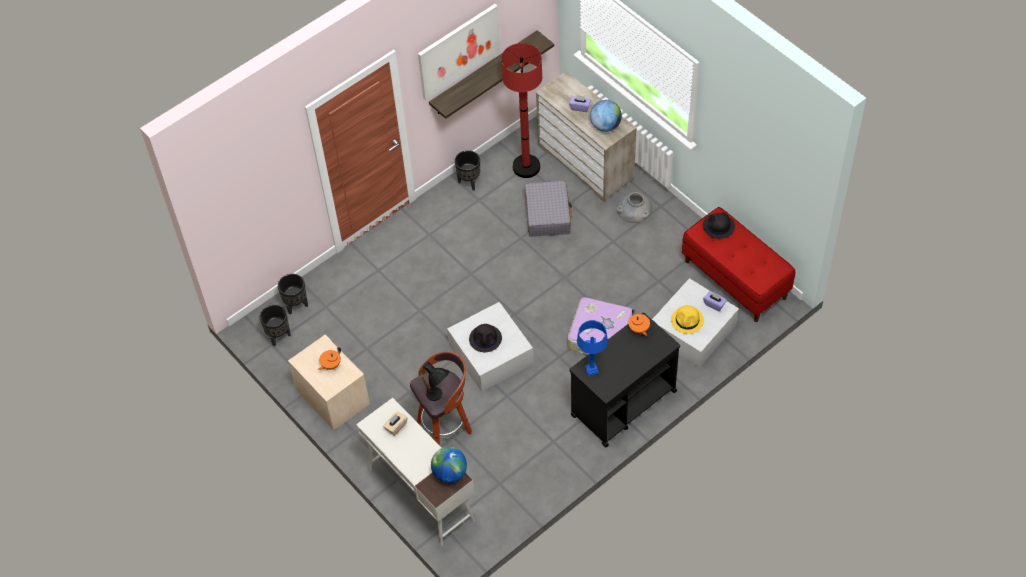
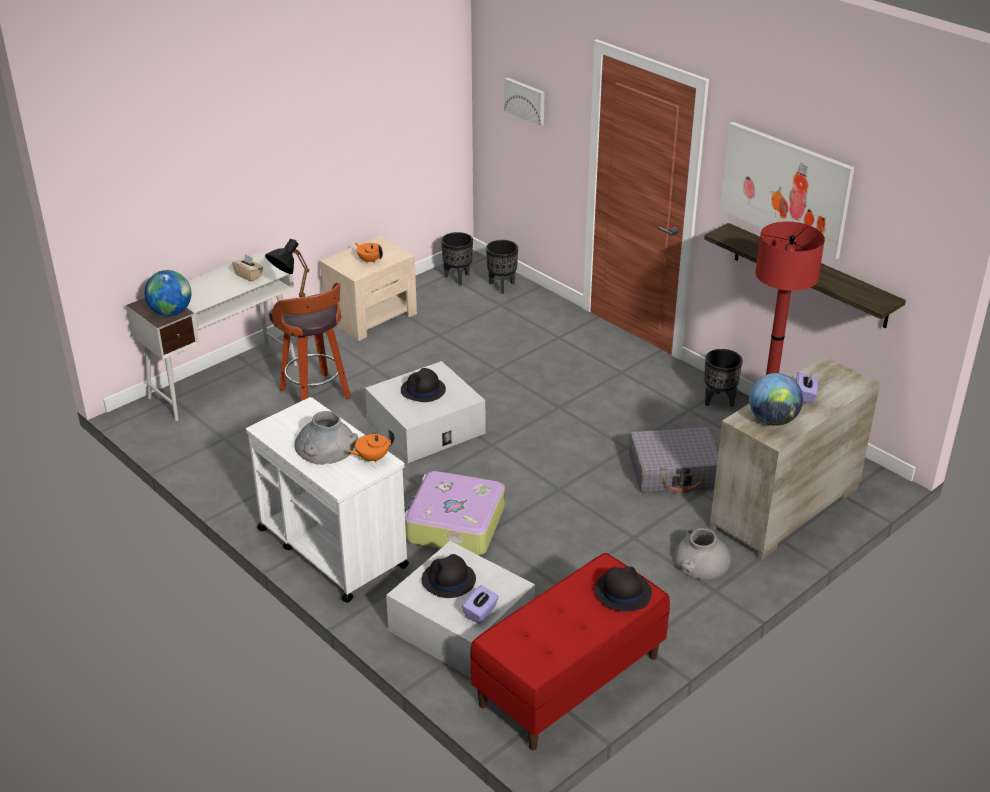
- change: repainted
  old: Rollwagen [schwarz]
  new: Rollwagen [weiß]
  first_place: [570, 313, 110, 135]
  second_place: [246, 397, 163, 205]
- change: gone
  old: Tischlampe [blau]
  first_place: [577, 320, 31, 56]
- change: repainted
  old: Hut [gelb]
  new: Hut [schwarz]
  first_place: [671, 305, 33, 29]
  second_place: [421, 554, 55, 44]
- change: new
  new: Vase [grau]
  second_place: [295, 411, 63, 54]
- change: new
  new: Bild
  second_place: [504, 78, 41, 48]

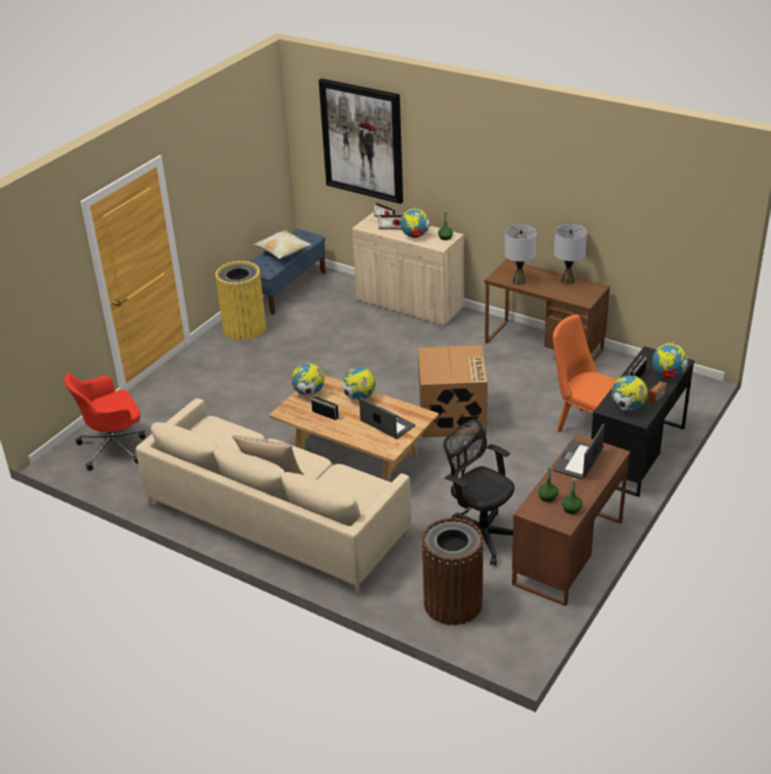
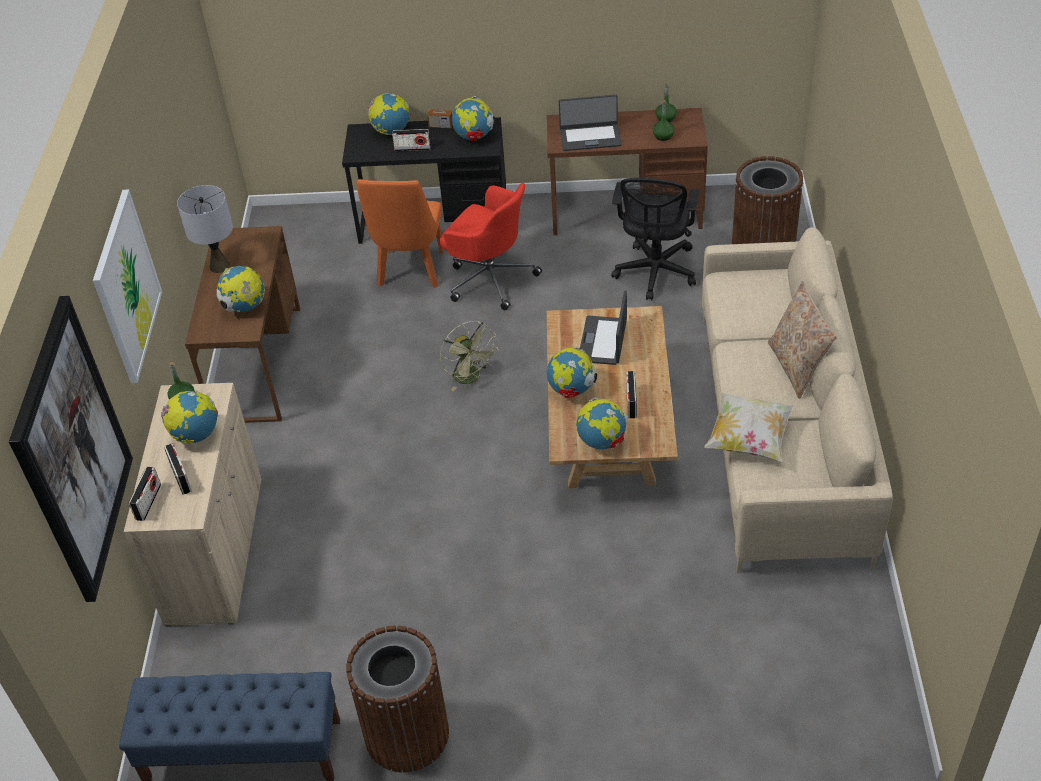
- change: shifted
  old: Bürostuhl [rot]
  first_place: [64, 373, 81, 98]
  second_place: [440, 183, 102, 127]
- change: repainted
  old: Mülleimer [gelb]
  new: Mülleimer [braun]
  first_place: [215, 261, 51, 80]
  second_place: [346, 625, 103, 148]
- change: shifted
  old: Kissen
  first_place: [254, 230, 57, 29]
  second_place: [704, 392, 90, 70]
- change: swapped
  old: Karton
  new: Ventilator [grün]
  first_place: [418, 345, 70, 93]
  second_place: [440, 321, 59, 70]
- change: swapped
  old: Tischlampe [grau]
  new: Globus
  first_place: [505, 224, 32, 61]
  second_place: [216, 266, 49, 46]
- change: new
  new: Bild
  second_place: [93, 189, 69, 194]

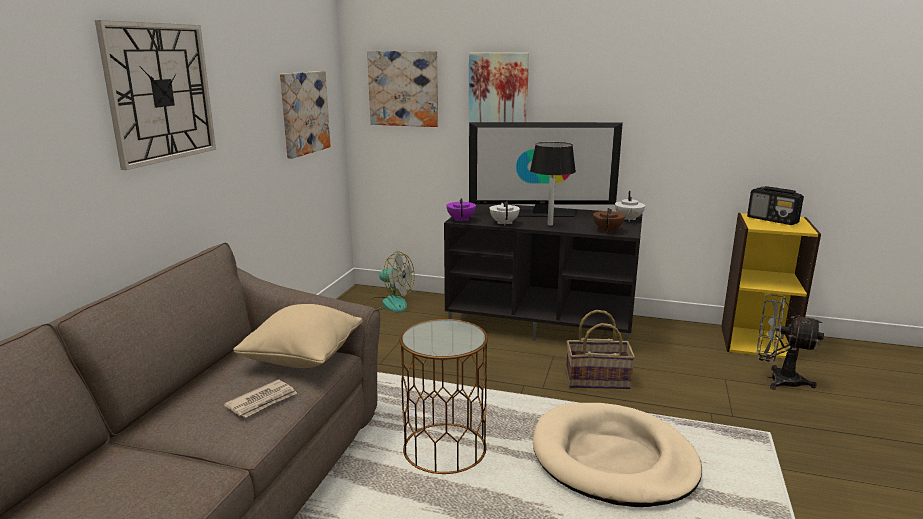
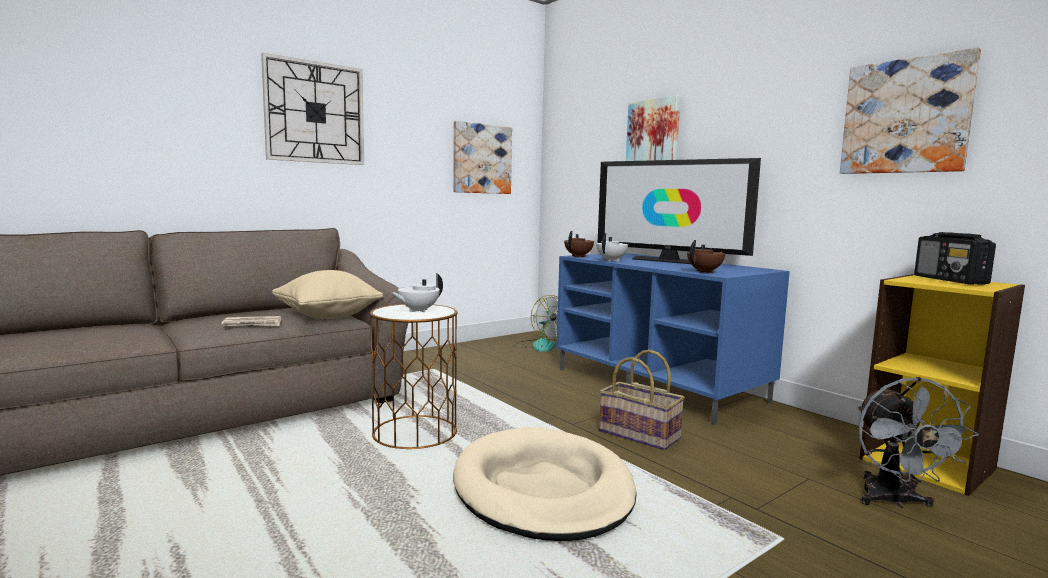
- change: shifted
  old: Bild
  first_place: [367, 51, 71, 76]
  second_place: [840, 47, 141, 127]
- change: repainted
  old: Fernsehschrank [schwarz]
  new: Fernsehschrank [blau]
  first_place: [444, 204, 198, 137]
  second_place: [556, 253, 234, 172]
- change: repainted
  old: Teekanne [lila]
  new: Teekanne [braun]
  first_place: [446, 198, 30, 24]
  second_place: [564, 231, 30, 26]
- change: gone
  old: Tischlampe [schwarz]
  first_place: [530, 142, 46, 84]
- change: shifted
  old: Teekanne [weiß]
  first_place: [615, 191, 30, 31]
  second_place: [390, 273, 53, 39]
- change: rotated
  old: Ventilator [grau]
  first_place: [756, 294, 68, 96]
  second_place: [858, 377, 121, 132]
  degrees: -150

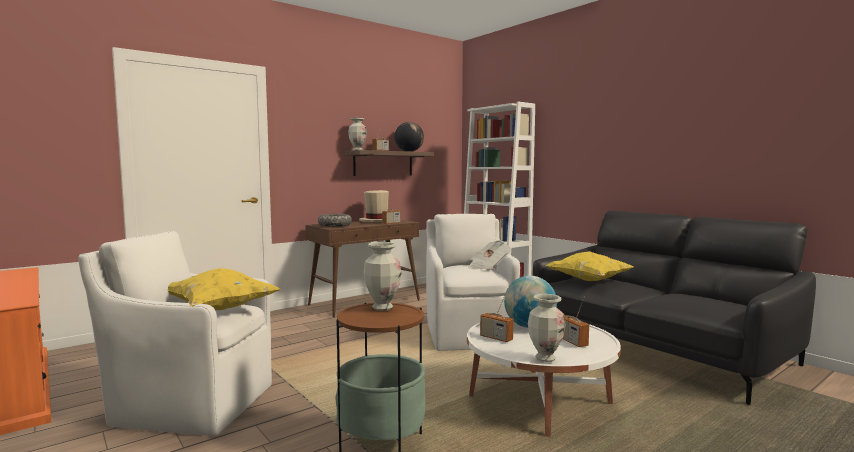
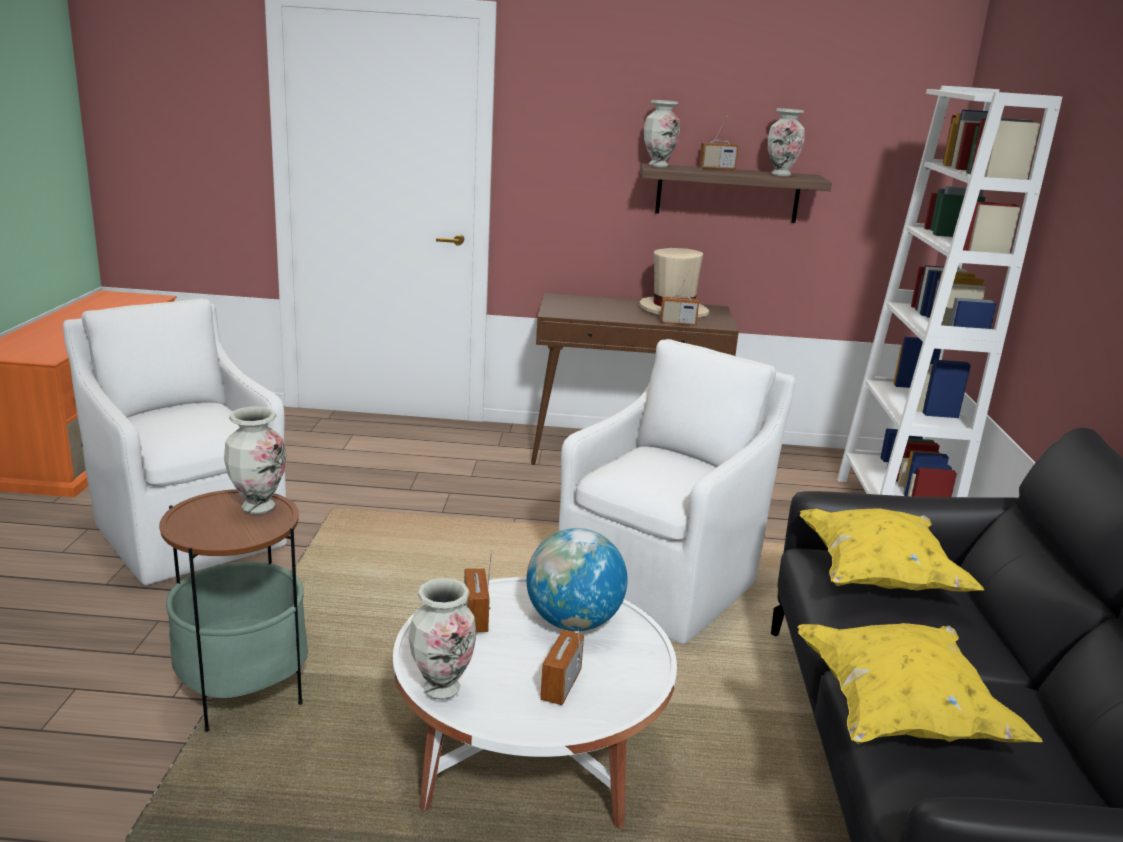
- change: shifted
  old: Kissen [gelb]
  first_place: [168, 268, 112, 42]
  second_place: [798, 623, 245, 121]
- change: gone
  old: Schüssel
  first_place: [318, 214, 34, 13]
- change: swapped
  old: Globus
  new: Vase
  first_place: [394, 122, 30, 30]
  second_place: [768, 108, 37, 68]
- change: gone
  old: Zeitung
  first_place: [468, 240, 43, 30]

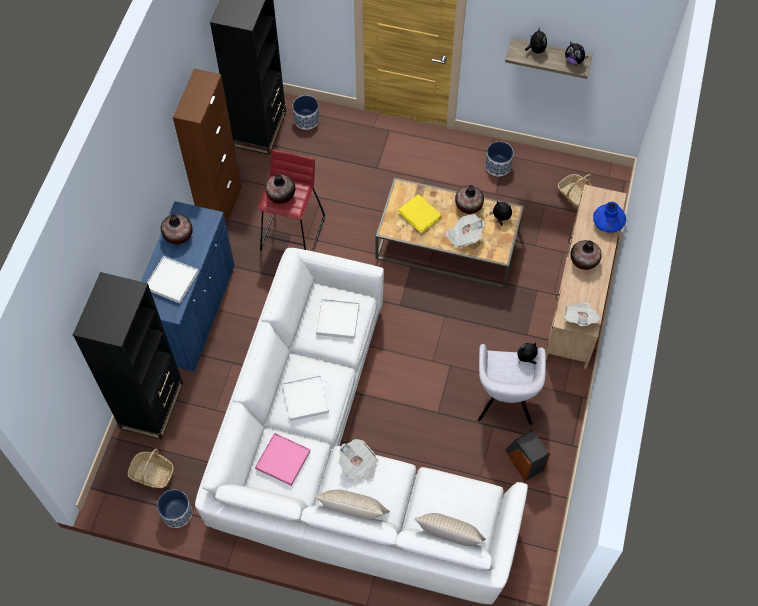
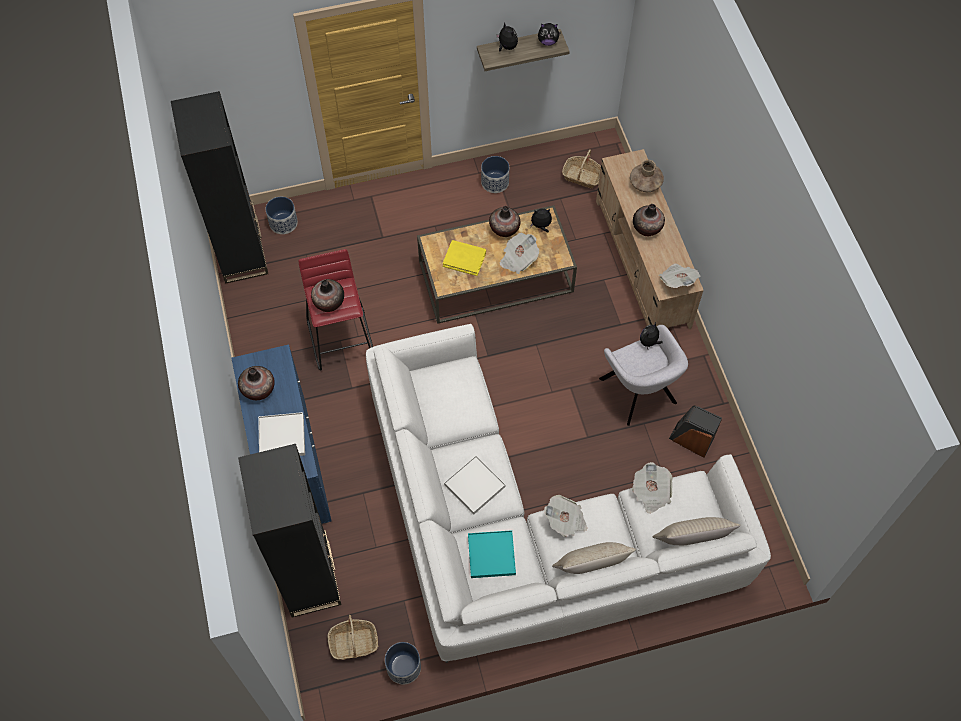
- change: gone
  old: Schrank [braun]
  first_place: [173, 69, 69, 157]
- change: repainted
  old: Tablett [rosa]
  new: Tablett [türkis]
  first_place: [255, 433, 55, 53]
  second_place: [468, 530, 48, 48]
- change: gone
  old: Tablett [weiß]
  first_place: [316, 299, 43, 40]
- change: repainted
  old: Vase [blau]
  new: Vase [braun]
  first_place: [593, 202, 33, 31]
  second_place: [630, 160, 34, 32]
- change: new
  new: Zeitung
  second_place: [632, 462, 41, 52]

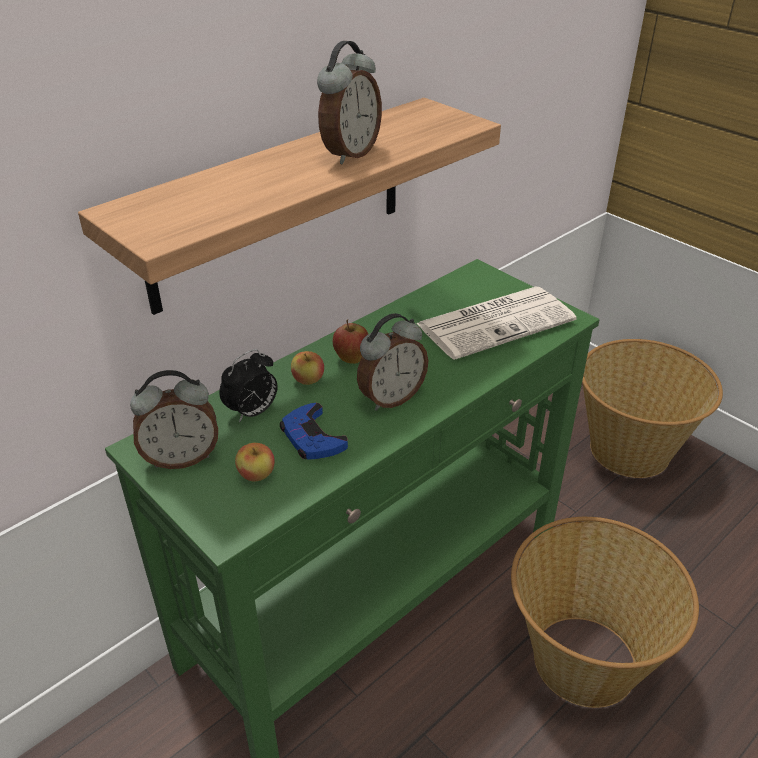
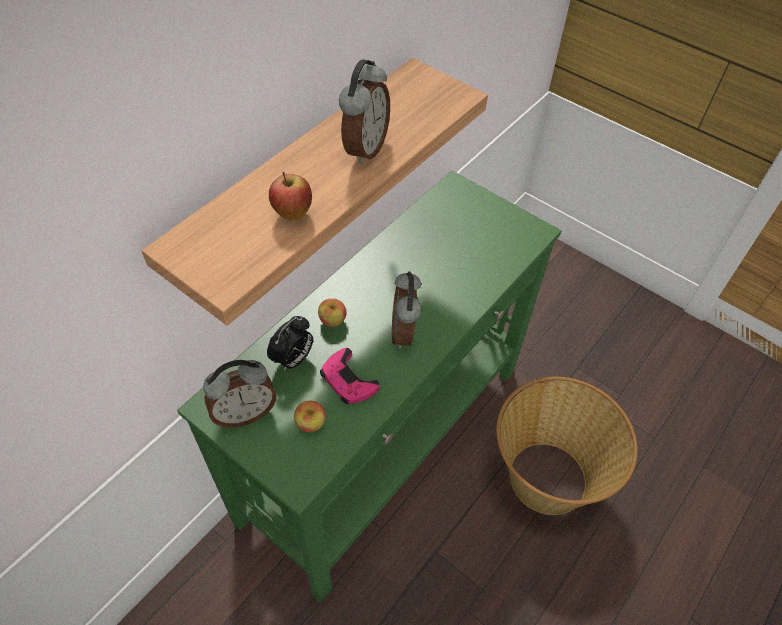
- change: repainted
  old: Gamepad [blau]
  new: Gamepad [rosa]
  first_place: [280, 403, 68, 57]
  second_place: [320, 348, 59, 56]
- change: shifted
  old: Apfel
  first_place: [333, 319, 35, 45]
  second_place: [269, 172, 43, 48]
- change: rotated
  old: Wecker
  first_place: [357, 313, 71, 98]
  second_place: [392, 271, 30, 78]
  degrees: 135
- change: gone
  old: Zeitung
  first_place: [416, 286, 161, 74]
- change: gone
  old: Korb
  first_place: [582, 339, 141, 139]

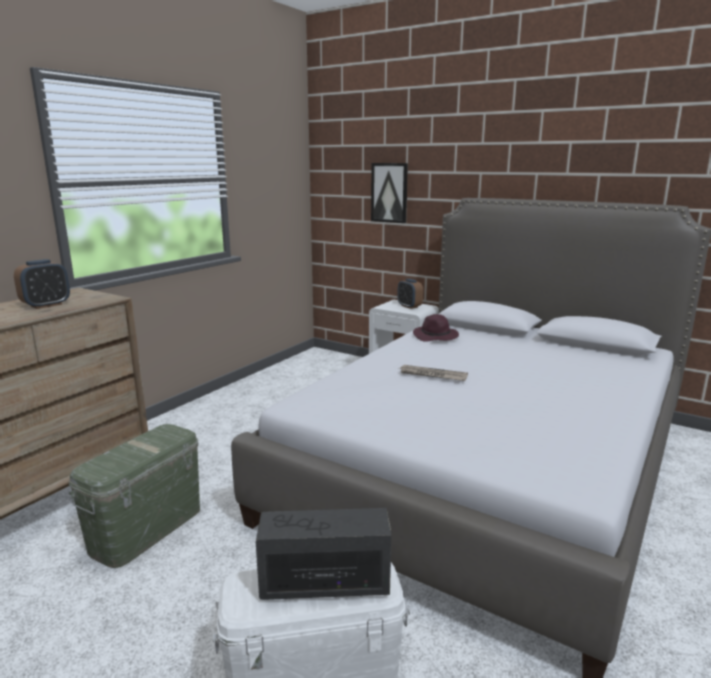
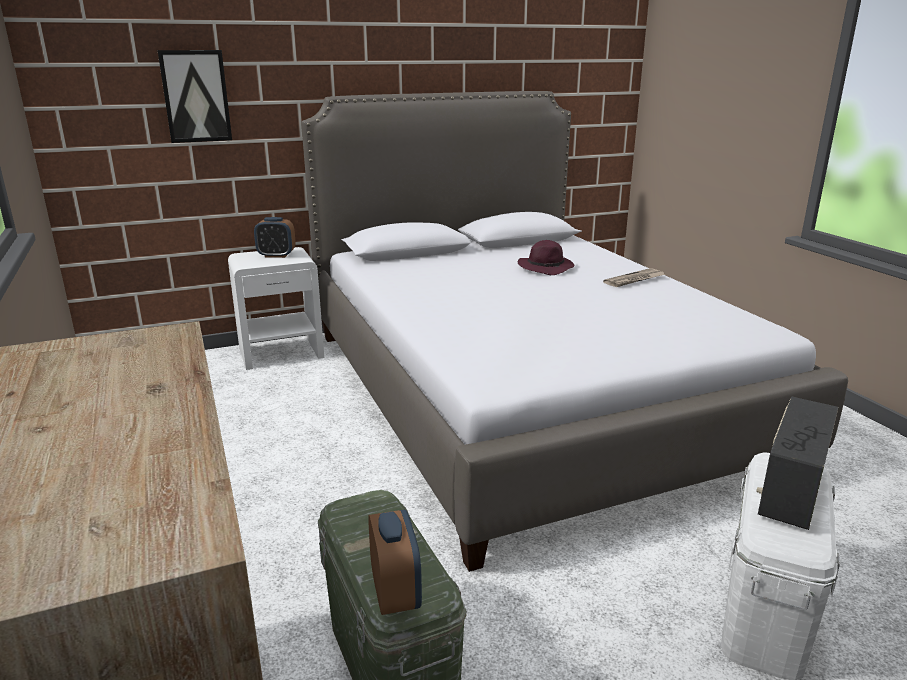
- change: shifted
  old: Wecker
  first_place: [14, 259, 56, 50]
  second_place: [368, 510, 54, 105]
- change: shifted
  old: Zeitung
  first_place: [399, 365, 69, 16]
  second_place: [603, 268, 63, 19]
- change: shifted
  old: Hut [lila]
  first_place: [413, 314, 46, 28]
  second_place: [518, 240, 56, 35]

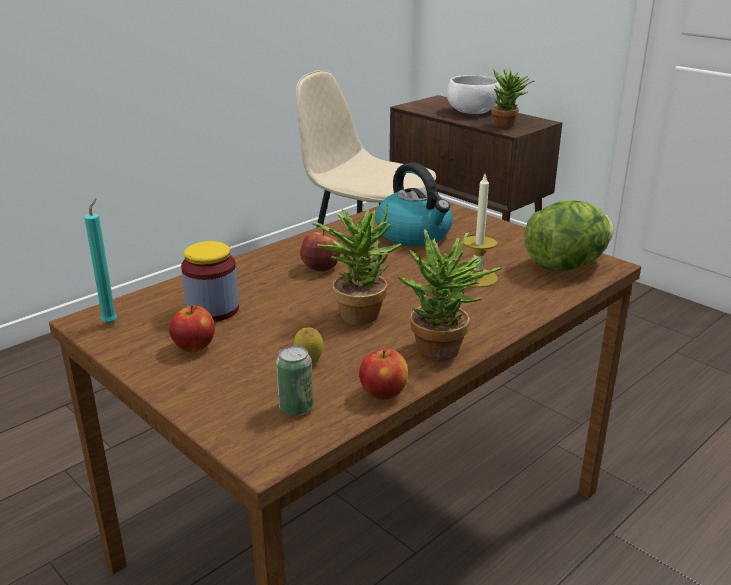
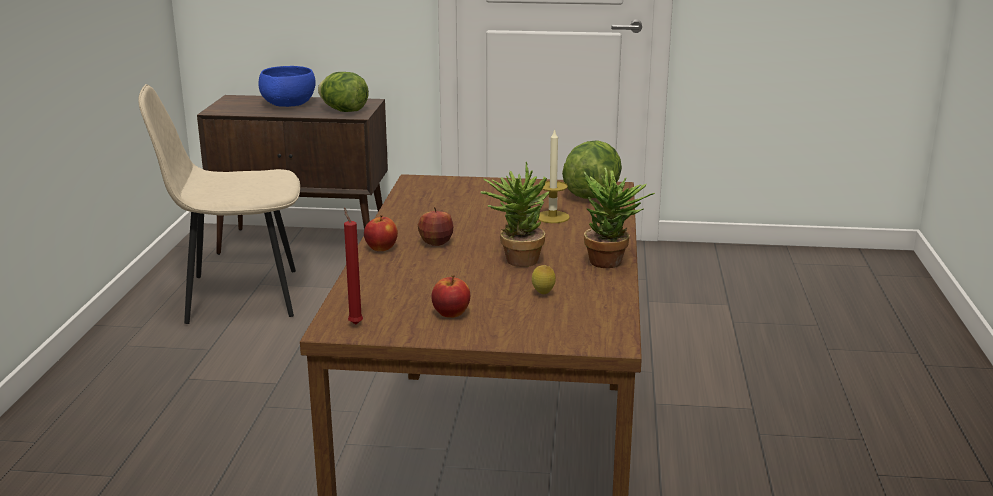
- change: repainted
  old: Kerze [türkis]
  new: Kerze [rot]
  first_place: [84, 198, 33, 126]
  second_place: [344, 207, 19, 117]
- change: gone
  old: Vorratsglas
  first_place: [181, 241, 58, 81]
- change: gone
  old: Dose
  first_place: [276, 346, 37, 69]
- change: shifted
  old: Apfel
  first_place: [359, 349, 49, 51]
  second_place: [364, 215, 34, 36]
- change: gone
  old: Wasserkessel
  first_place: [376, 163, 77, 83]
- change: repainted
  old: Schüssel [weiß]
  new: Schüssel [blau]
  first_place: [447, 75, 53, 39]
  second_place: [258, 66, 58, 41]
- change: swapped
  old: Topfpflanze
  new: Salatkopf
  first_place: [491, 68, 44, 60]
  second_place: [318, 72, 51, 40]

